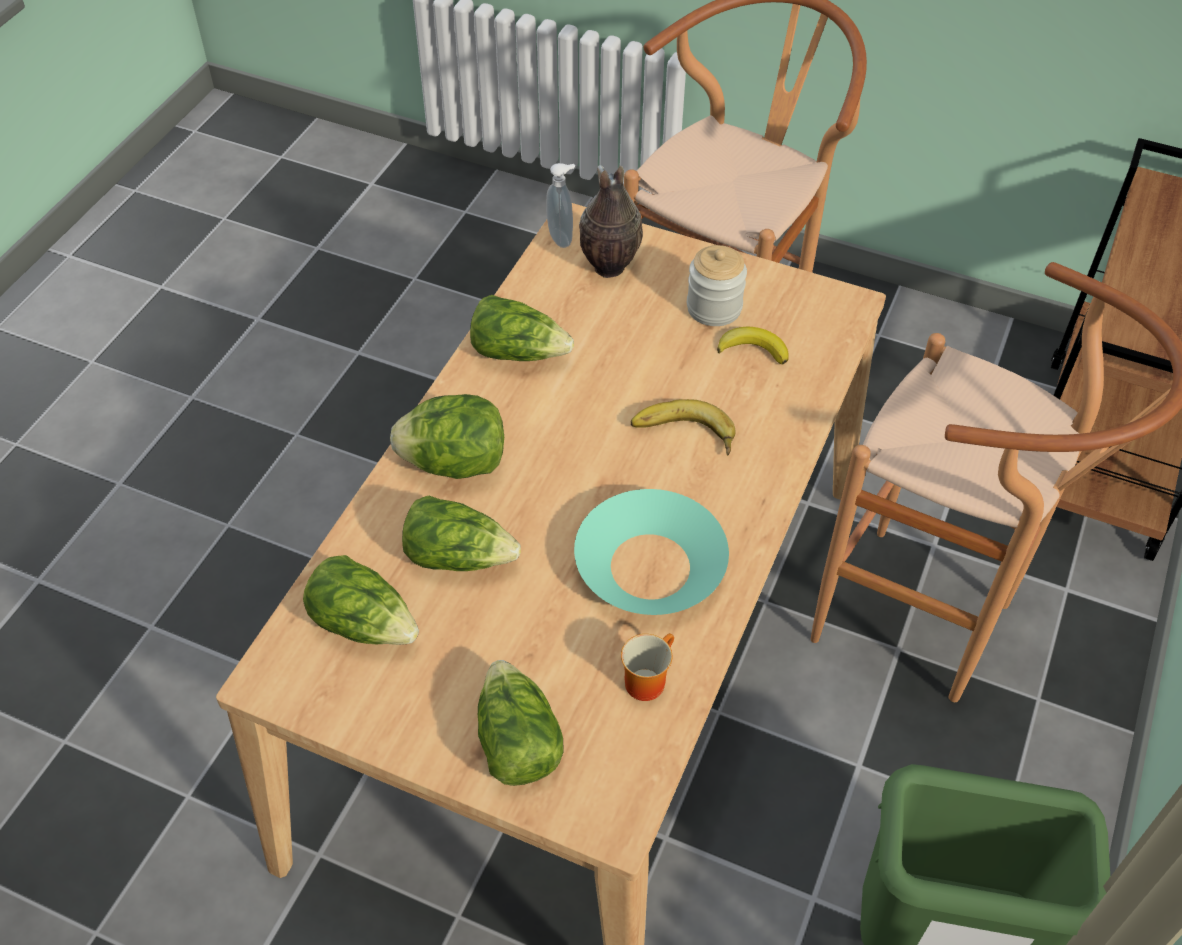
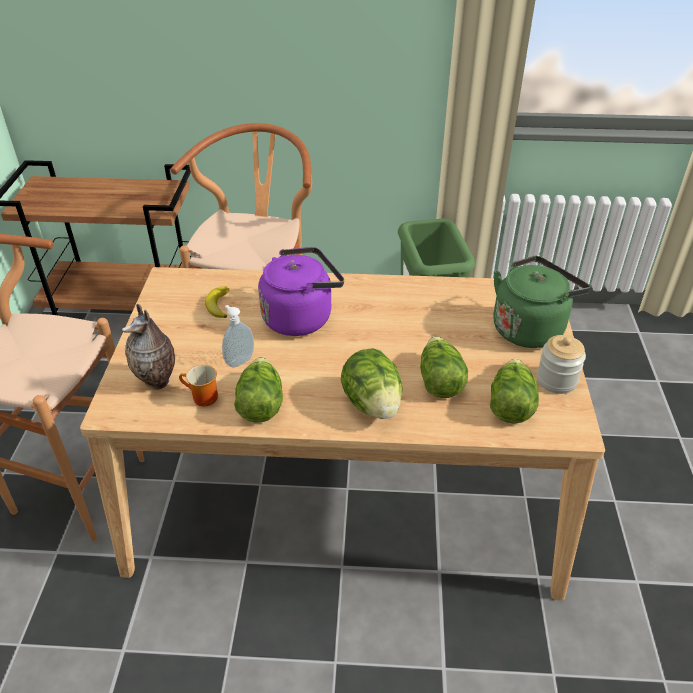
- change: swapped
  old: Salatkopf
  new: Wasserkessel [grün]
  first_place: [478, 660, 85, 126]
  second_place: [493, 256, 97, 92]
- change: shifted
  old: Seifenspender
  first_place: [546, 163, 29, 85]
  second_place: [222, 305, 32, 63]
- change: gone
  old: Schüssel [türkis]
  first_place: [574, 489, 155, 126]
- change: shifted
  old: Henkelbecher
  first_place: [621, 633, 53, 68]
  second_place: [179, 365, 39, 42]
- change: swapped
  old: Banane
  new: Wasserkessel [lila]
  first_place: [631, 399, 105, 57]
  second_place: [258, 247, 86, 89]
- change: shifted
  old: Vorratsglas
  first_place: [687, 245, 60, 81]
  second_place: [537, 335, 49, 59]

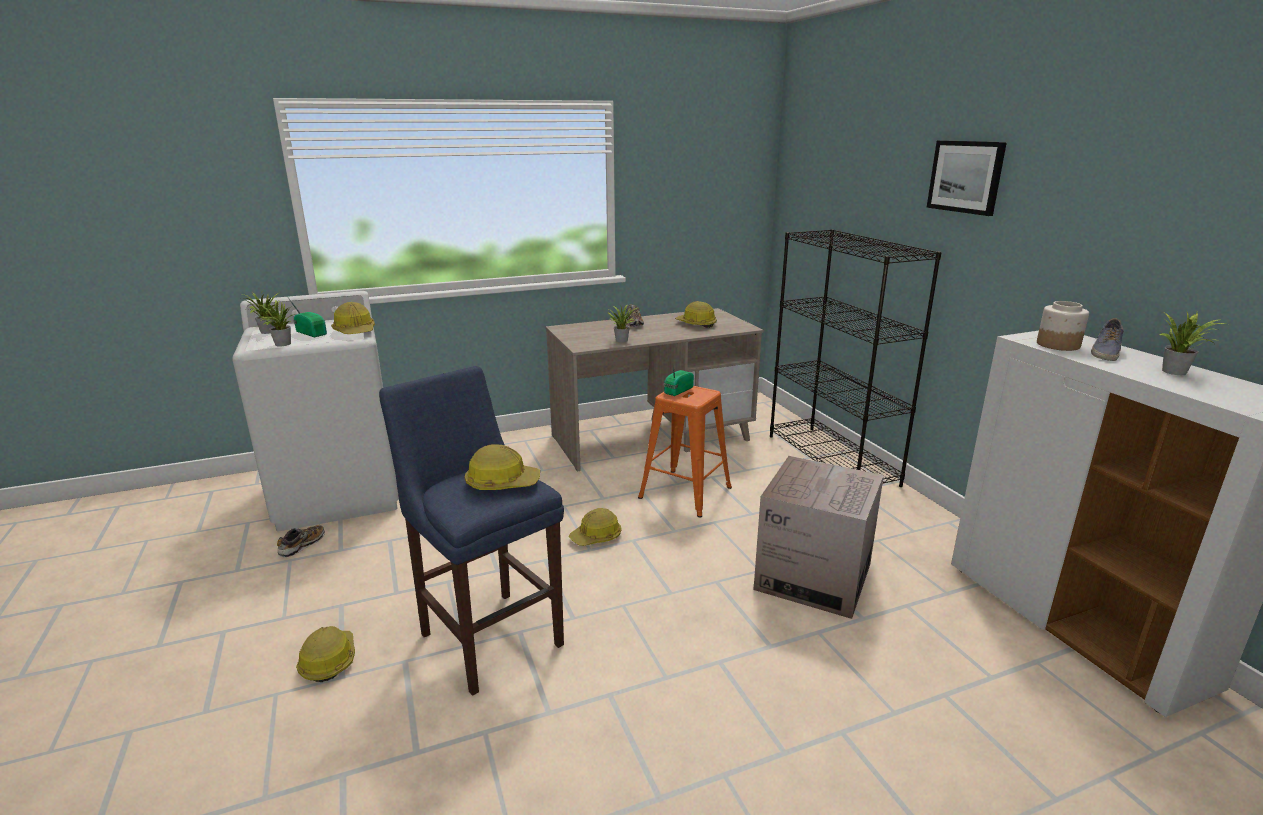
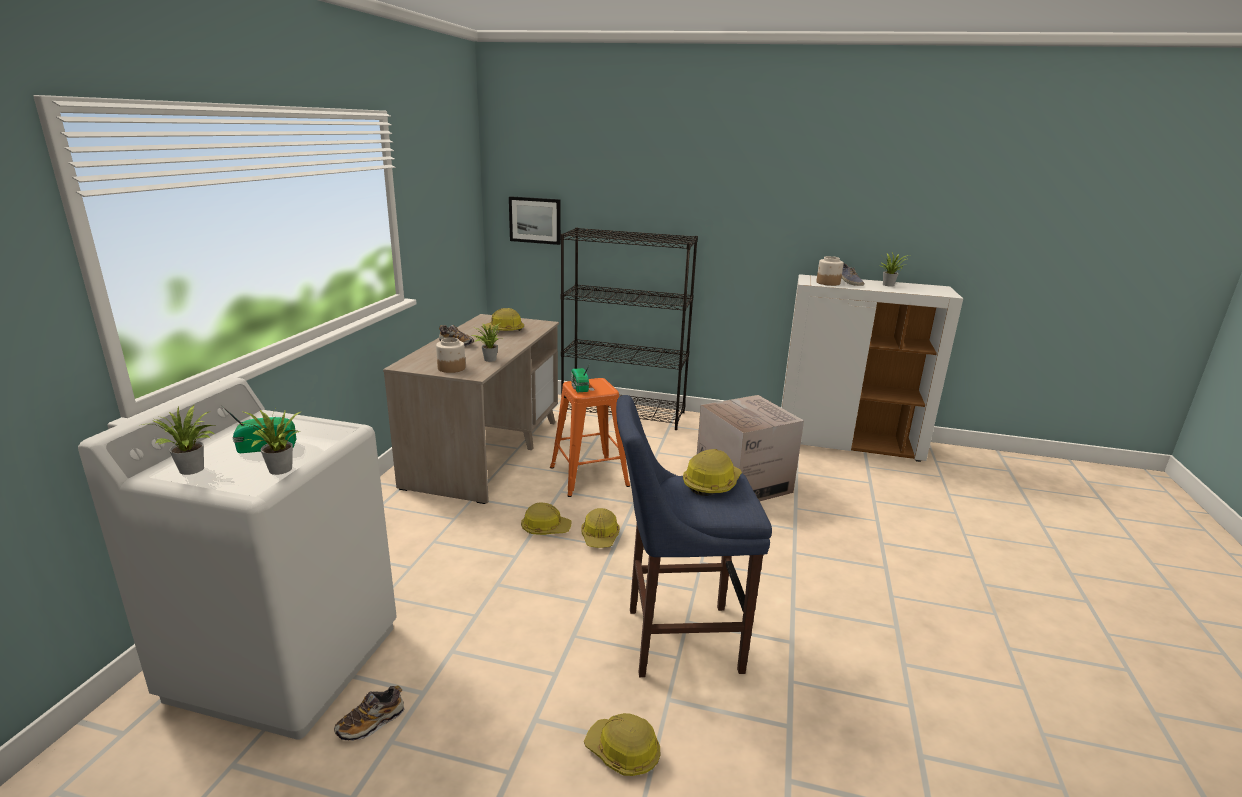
- change: rotated
  old: Schuh
  first_place: [277, 525, 48, 32]
  second_place: [334, 686, 71, 55]
  degrees: -105
- change: shifted
  old: Schutzhelm
  first_place: [331, 302, 44, 32]
  second_place: [521, 502, 50, 33]
- change: shifted
  old: Bild
  first_place: [927, 140, 80, 76]
  second_place: [509, 196, 52, 49]
- change: new
  new: Vorratsglas
  second_place: [436, 338, 30, 35]

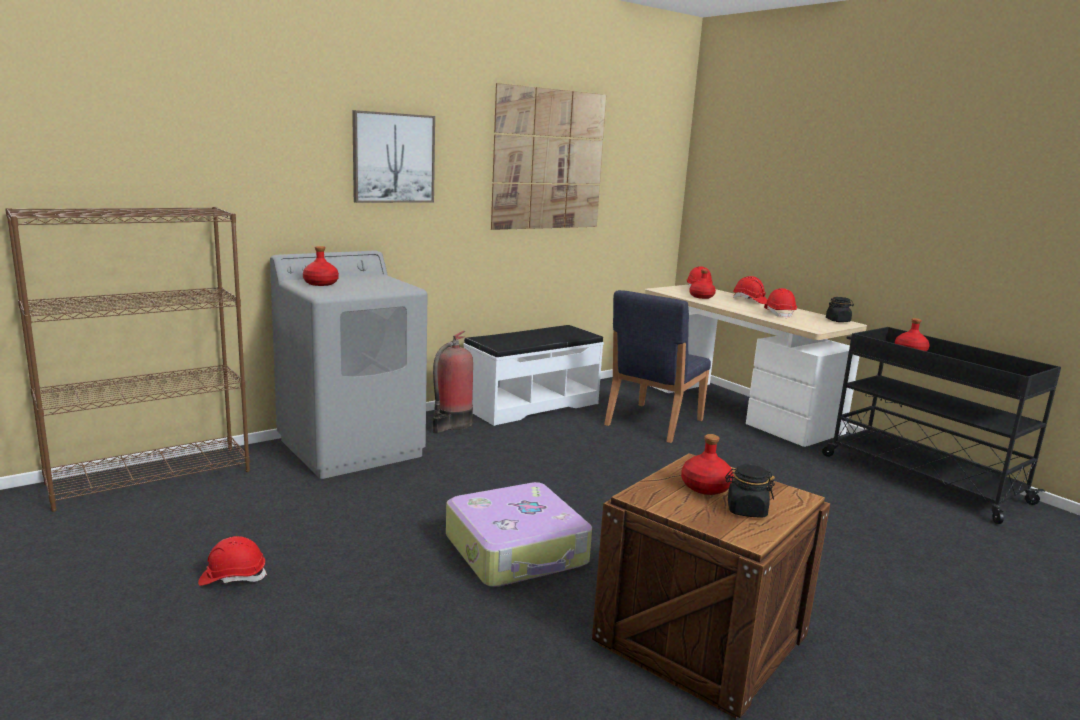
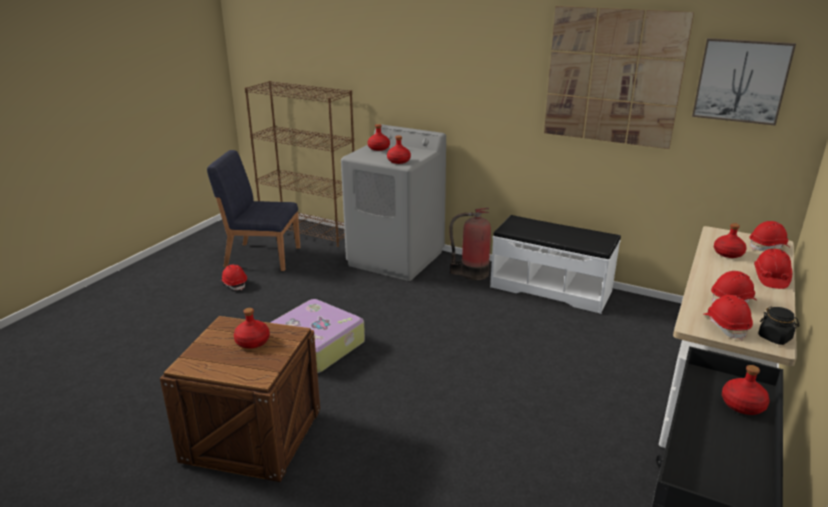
- change: shifted
  old: Bild
  first_place: [352, 110, 83, 93]
  second_place: [692, 38, 104, 88]
- change: shifted
  old: Stuhl [blau]
  first_place: [604, 290, 107, 153]
  second_place: [207, 150, 93, 121]
- change: gone
  old: Vorratsglas [schwarz]
  first_place: [725, 464, 50, 53]
- change: new
  new: Flasche [rot]
  second_place: [387, 136, 24, 28]
- change: new
  new: Schutzhelm [rot]
  second_place: [704, 295, 49, 45]

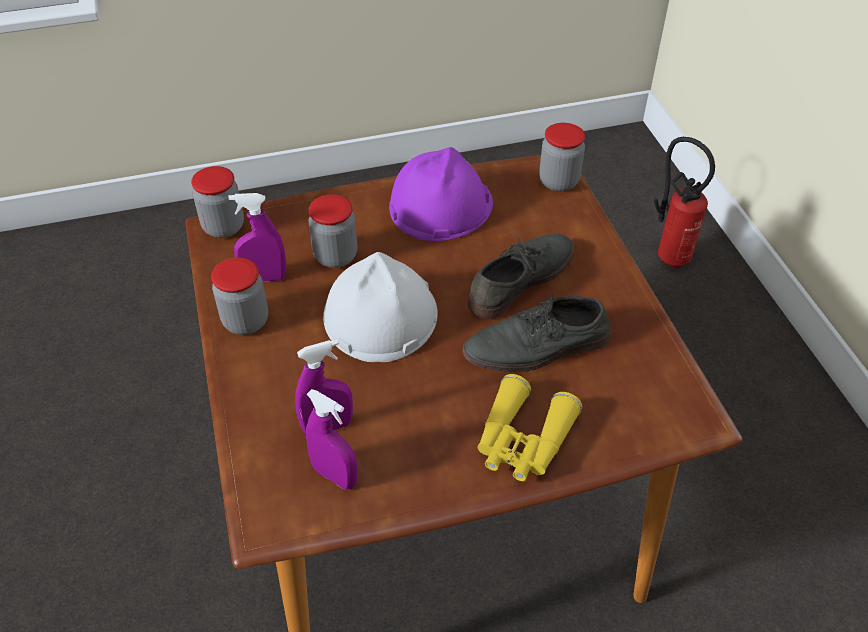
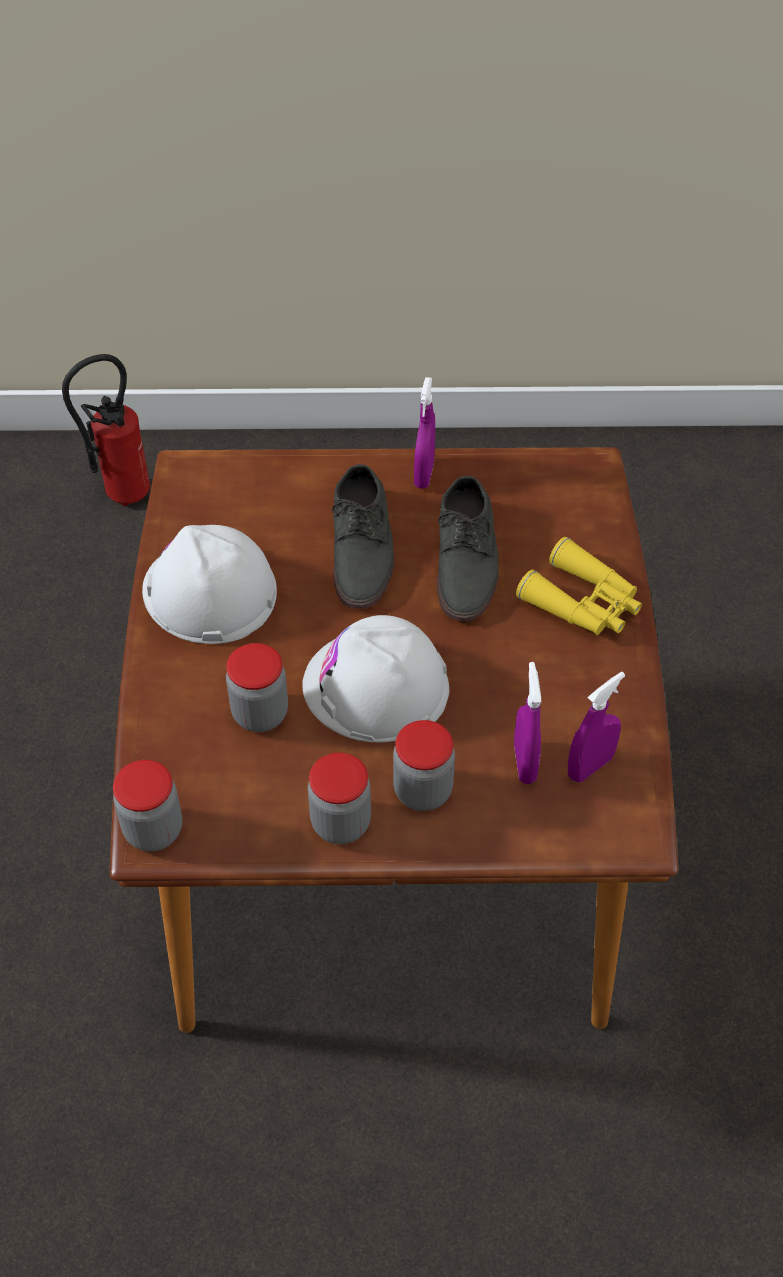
- change: shifted
  old: Sprühflasche [lila]
  first_place: [229, 193, 57, 88]
  second_place: [414, 377, 21, 112]
- change: repainted
  old: Schutzhelm [lila]
  new: Schutzhelm [weiß]
  first_place: [389, 147, 104, 94]
  second_place: [142, 525, 135, 119]
- change: rotated
  old: Schuh [grau]
  first_place: [468, 234, 106, 85]
  second_place: [332, 464, 63, 145]
  degrees: -150
- change: shifted
  old: Vorratsglas
  first_place: [539, 123, 46, 69]
  second_place: [393, 720, 62, 91]

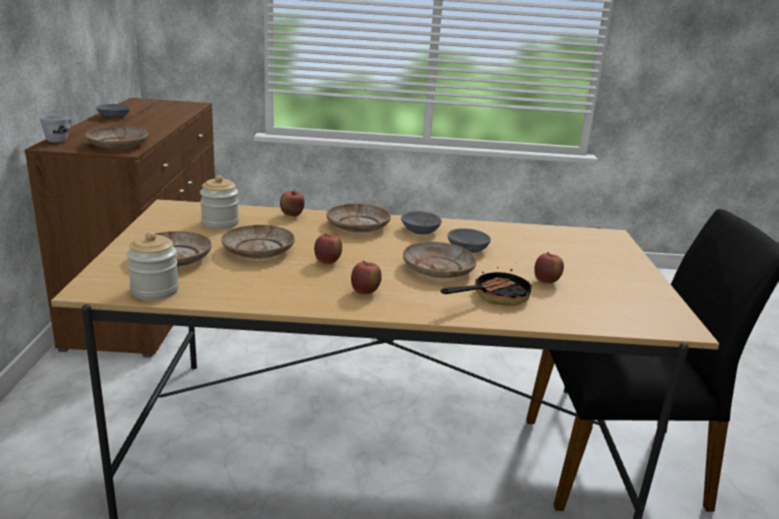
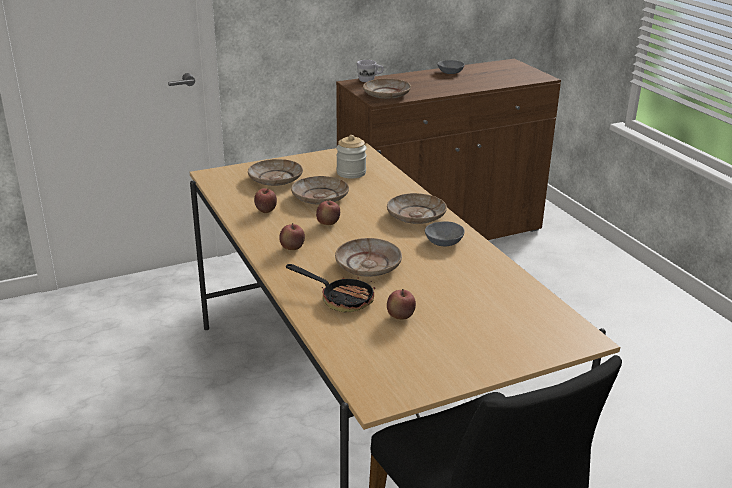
- change: gone
  old: Vorratsglas
  first_place: [127, 232, 52, 68]
- change: shifted
  old: Apfel
  first_place: [280, 189, 25, 28]
  second_place: [254, 188, 23, 25]
- change: gone
  old: Schüssel [grau]
  first_place: [447, 228, 44, 25]

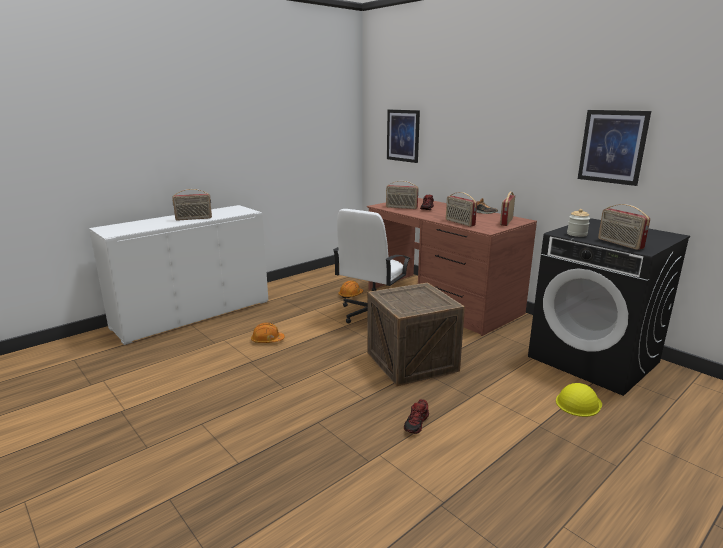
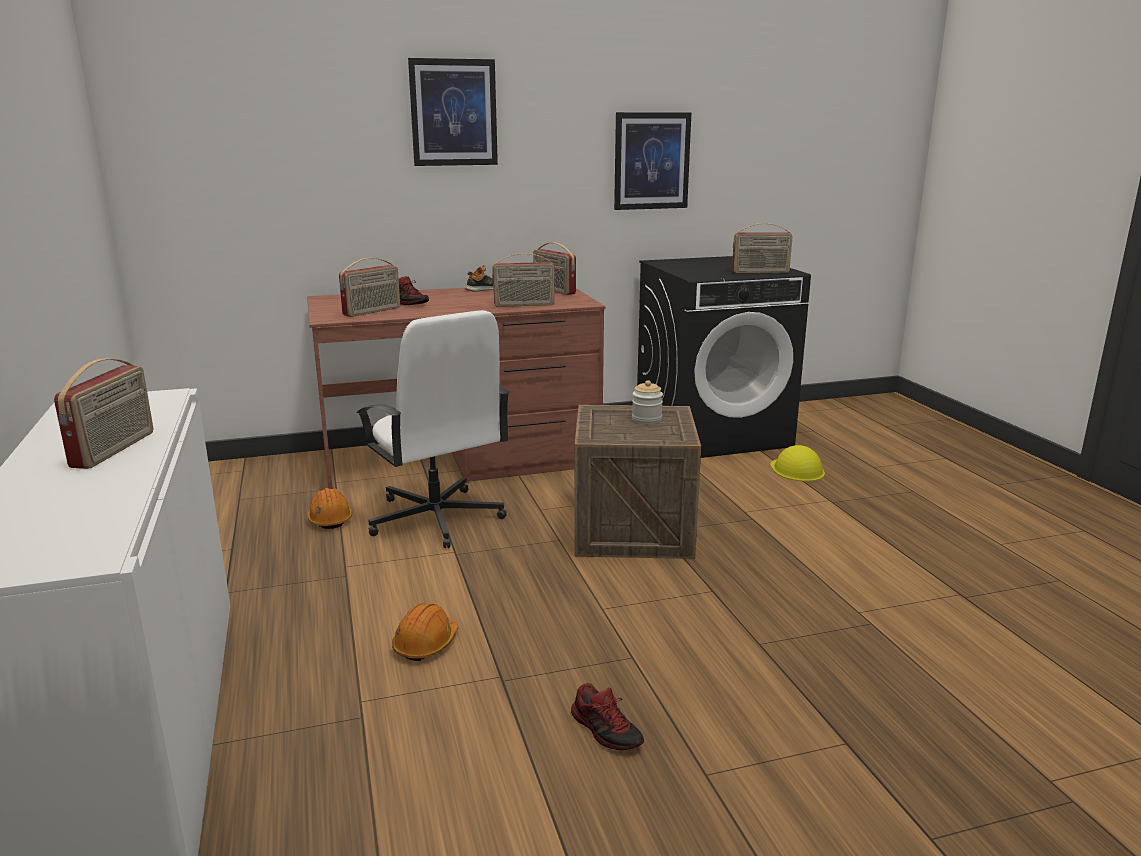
- change: shifted
  old: Bild
  first_place: [387, 110, 33, 53]
  second_place: [408, 58, 90, 108]
- change: shifted
  old: Schuh
  first_place: [404, 399, 25, 35]
  second_place: [571, 683, 73, 67]
- change: shifted
  old: Vorratsglas
  first_place: [567, 209, 23, 28]
  second_place: [632, 380, 31, 44]

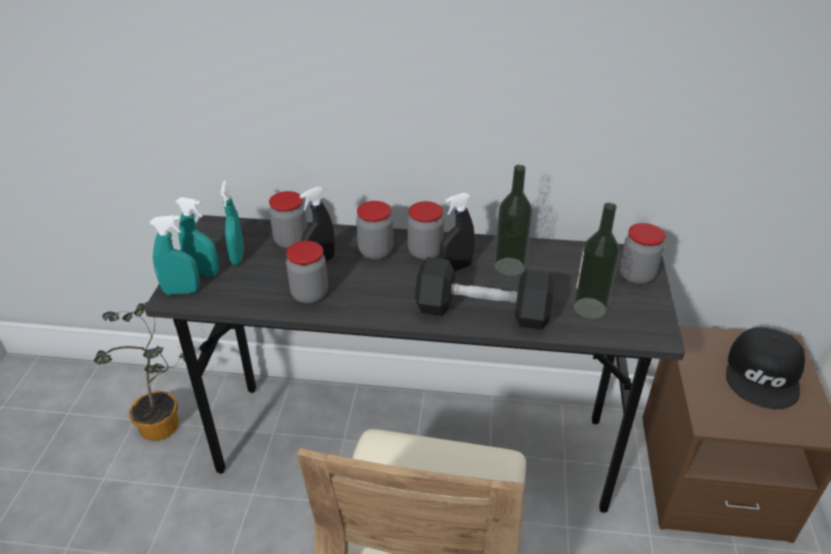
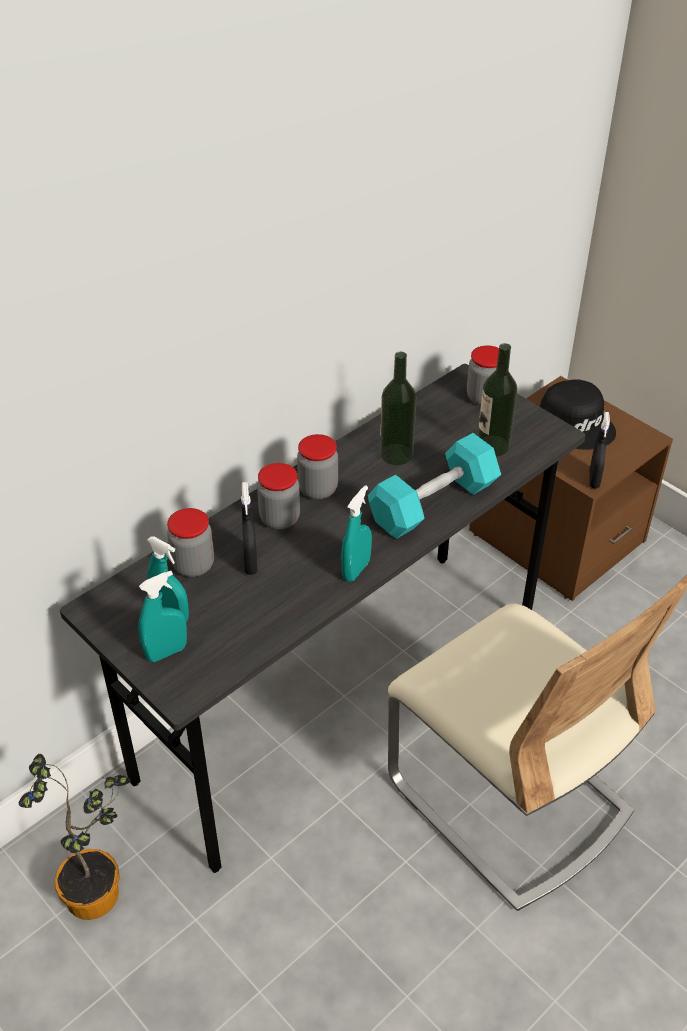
- change: shifted
  old: Sprühflasche [türkis]
  first_place: [150, 215, 50, 80]
  second_place: [341, 485, 31, 97]
- change: gone
  old: Vorratsglas
  first_place: [286, 241, 42, 63]
- change: repainted
  old: Hantel [schwarz]
  new: Hantel [türkis]
  first_place: [415, 257, 139, 73]
  second_place: [368, 433, 133, 106]
- change: shifted
  old: Sprühflasche [schwarz]
  first_place: [440, 193, 34, 78]
  second_place: [589, 412, 21, 77]

